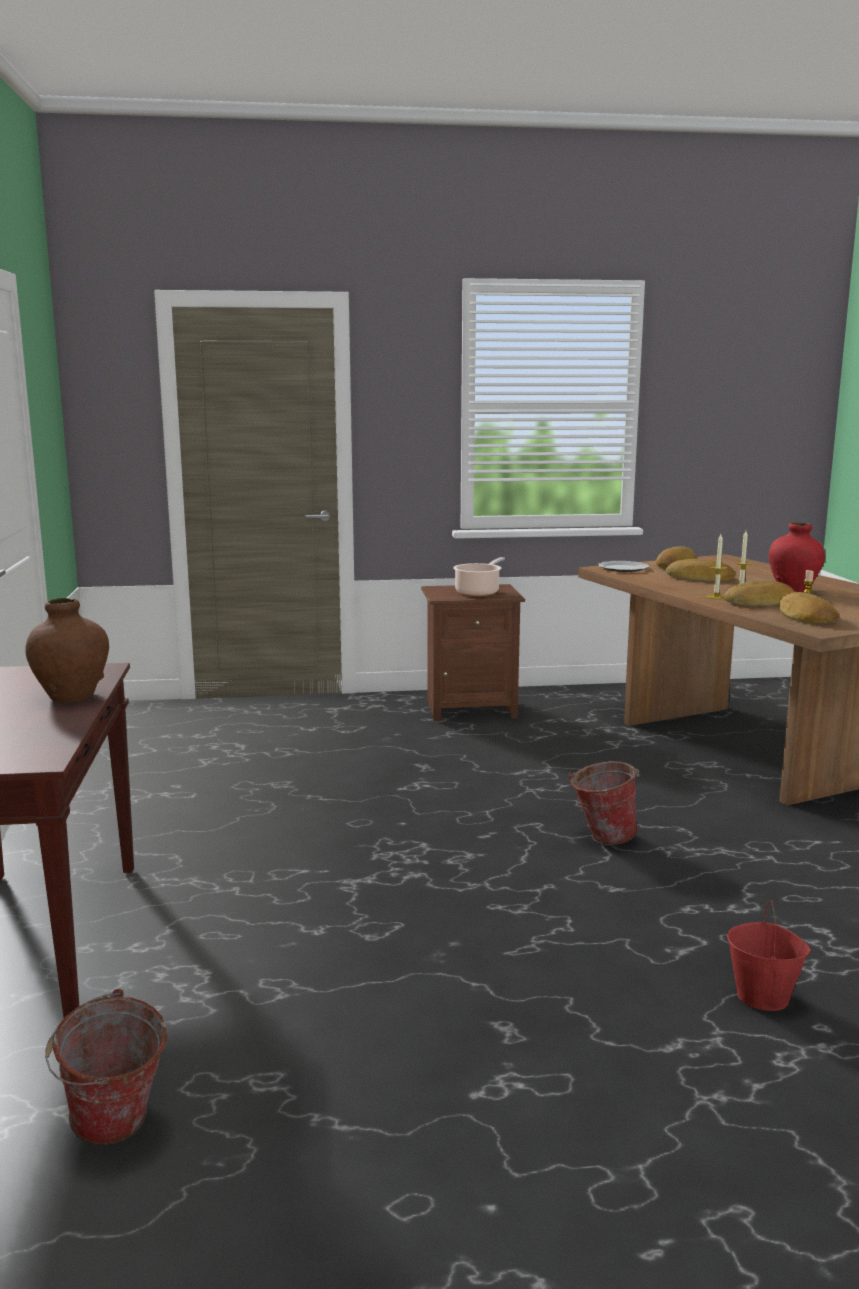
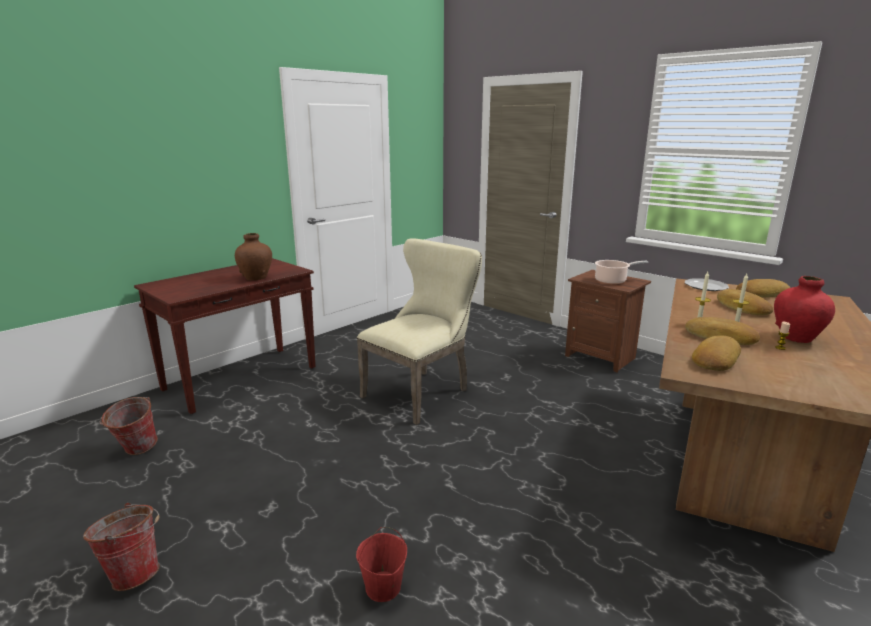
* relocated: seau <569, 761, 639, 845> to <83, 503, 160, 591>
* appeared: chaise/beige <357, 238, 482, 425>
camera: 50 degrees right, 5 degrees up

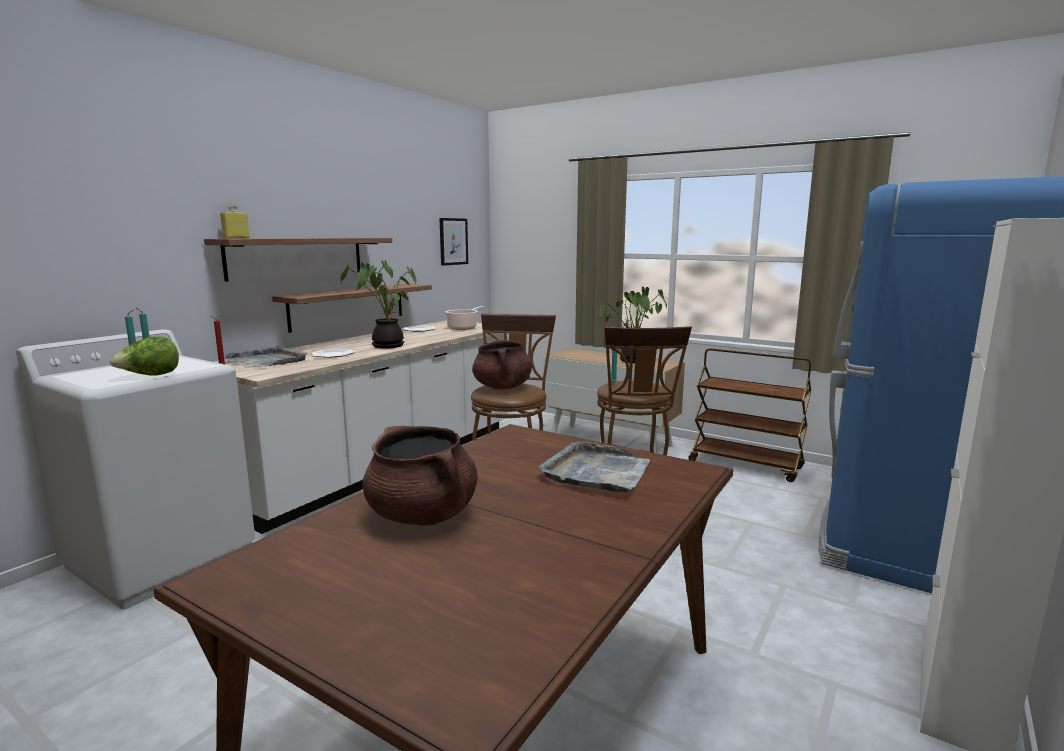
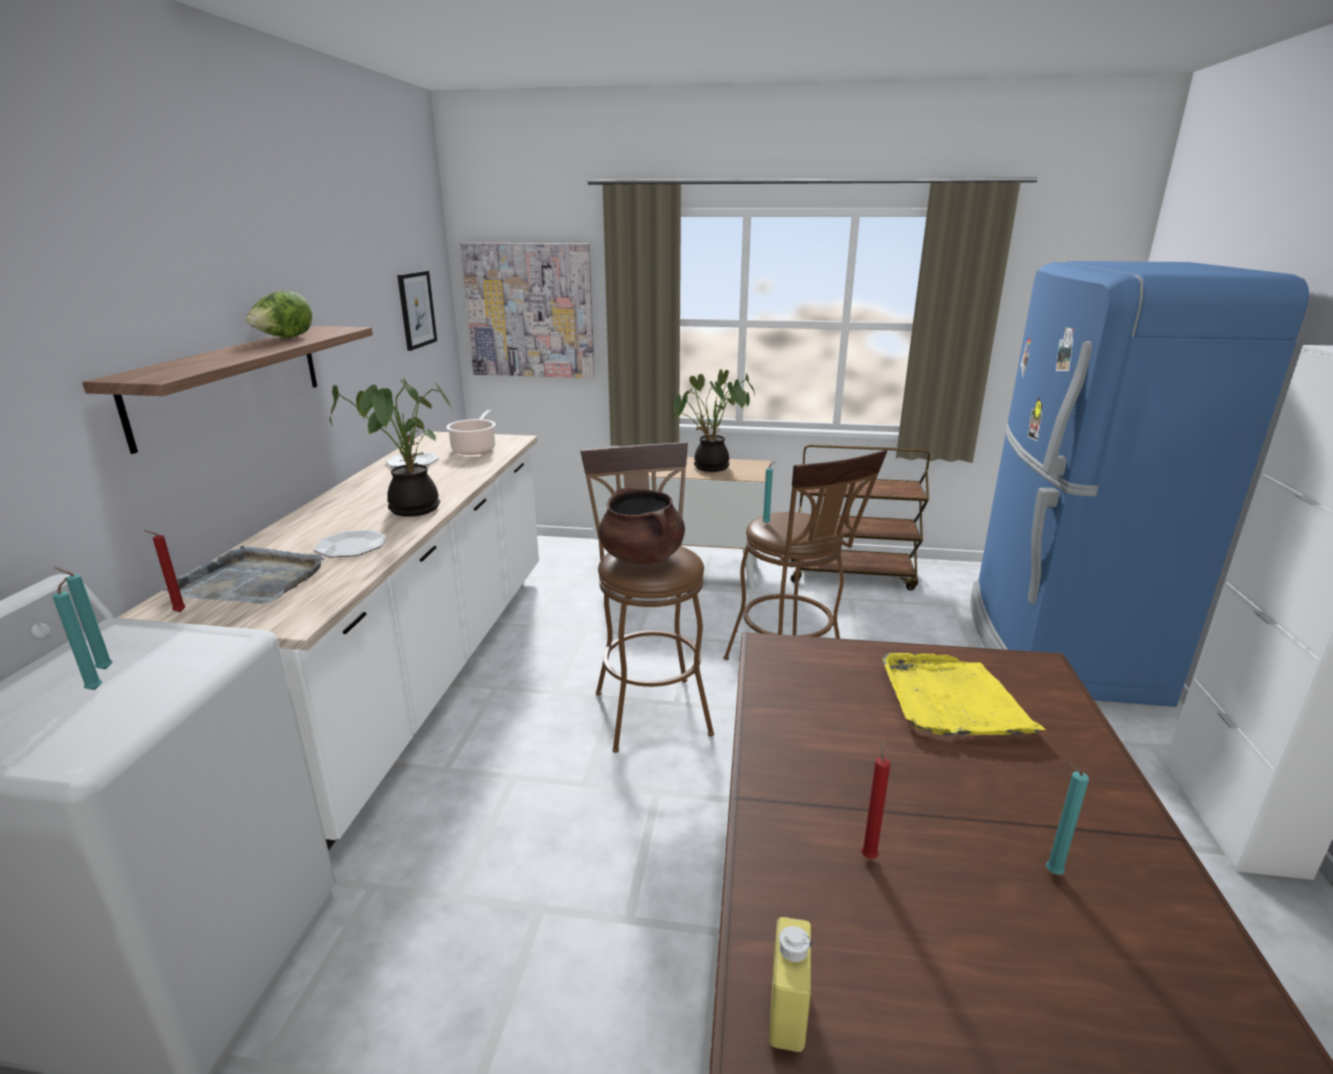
* relocated: bouteille/jaune <220, 205, 250, 238> to <769, 917, 812, 1052>
* missing: étagère <272, 284, 432, 333>
* relocated: laitue <109, 336, 179, 376> to <246, 290, 312, 338>
* exchanged: marmite/marron <363, 426, 478, 526> to bougie/rouge <861, 741, 890, 859>
* colour: plateau/gris <539, 441, 650, 492> to plateau/jaune <882, 653, 1046, 735>
* appeared: tableau <460, 243, 595, 378>
* appeared: bougie/turquoise <1046, 763, 1089, 875>
camera: 25 degrees left, 10 degrees up

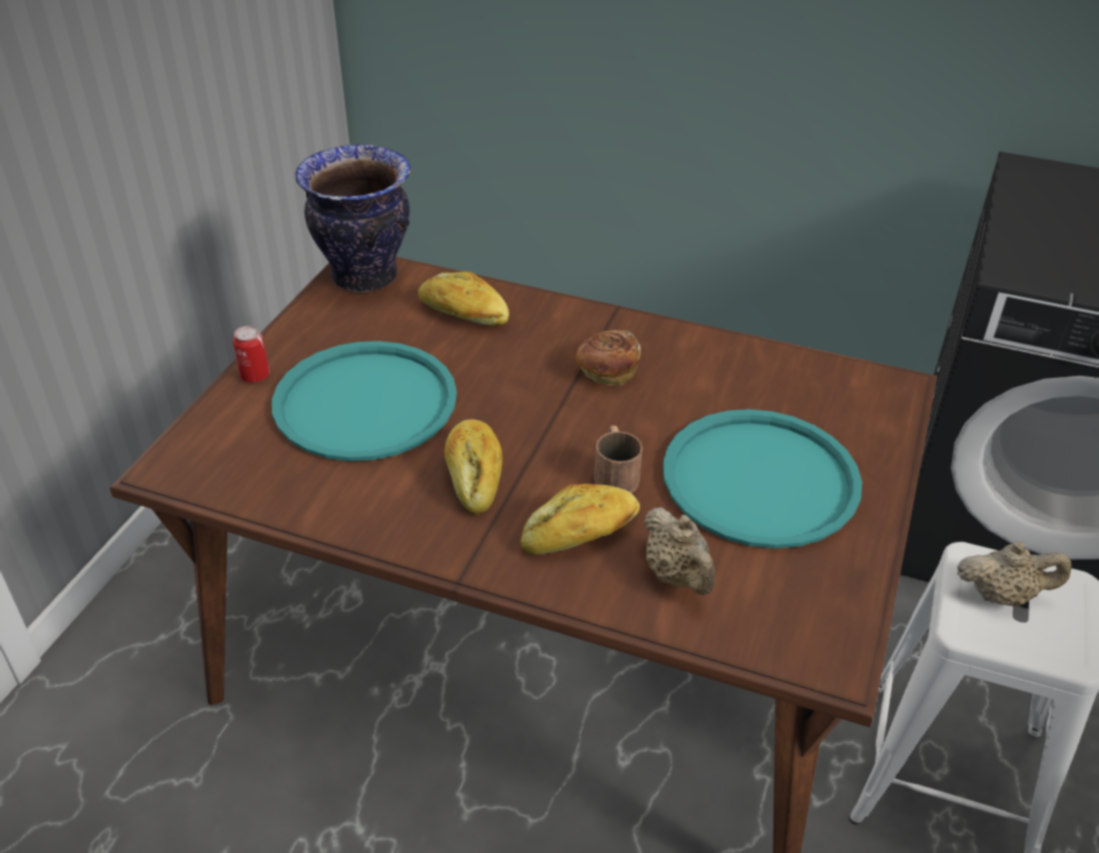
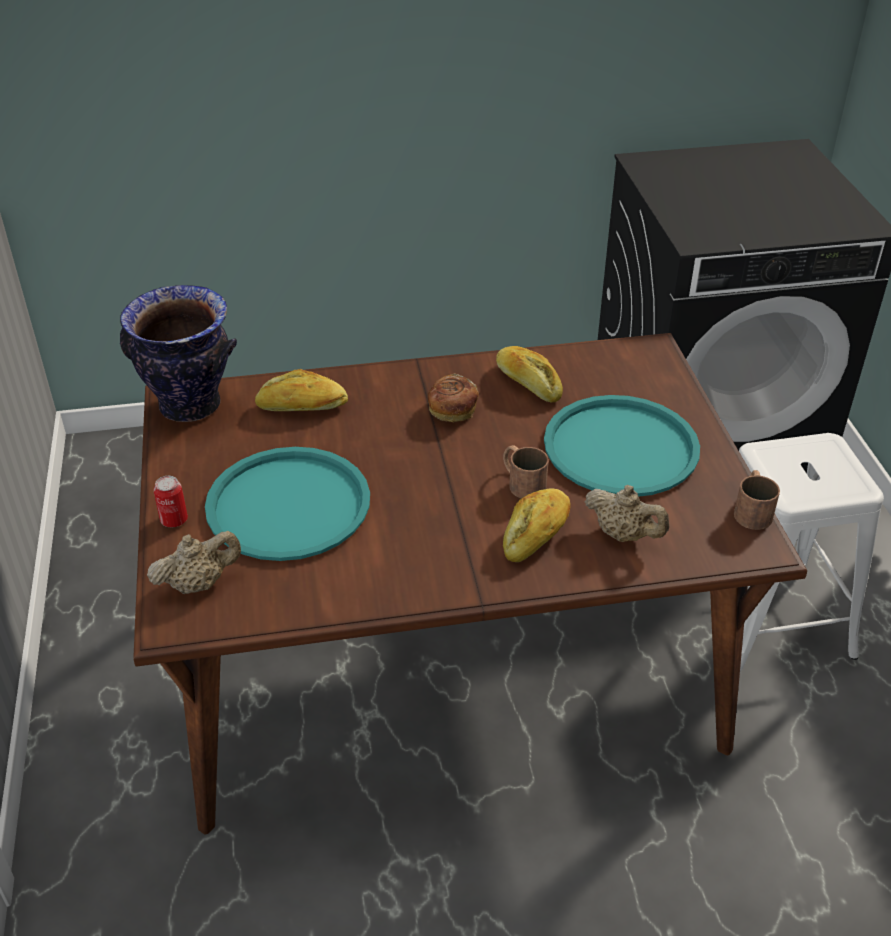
* relocated: pain <444, 419, 502, 514> to <496, 346, 563, 402>
* relocated: théière/beige <957, 541, 1071, 607> to <147, 531, 241, 594>
* appeared: mug/marron <734, 470, 780, 530>
camera: 30 degrees left, 0 degrees up

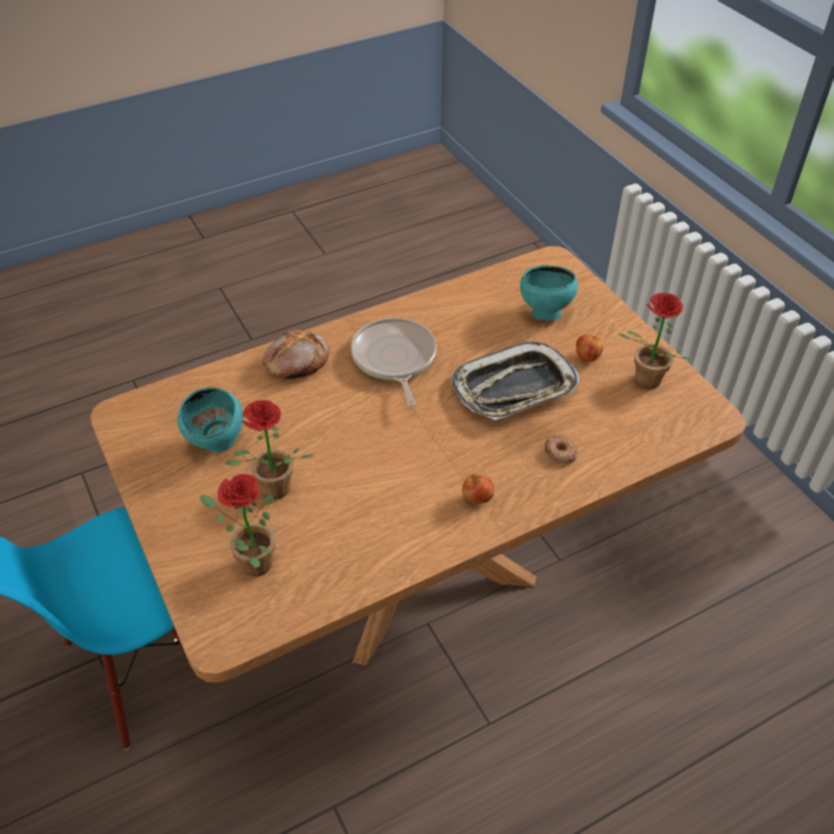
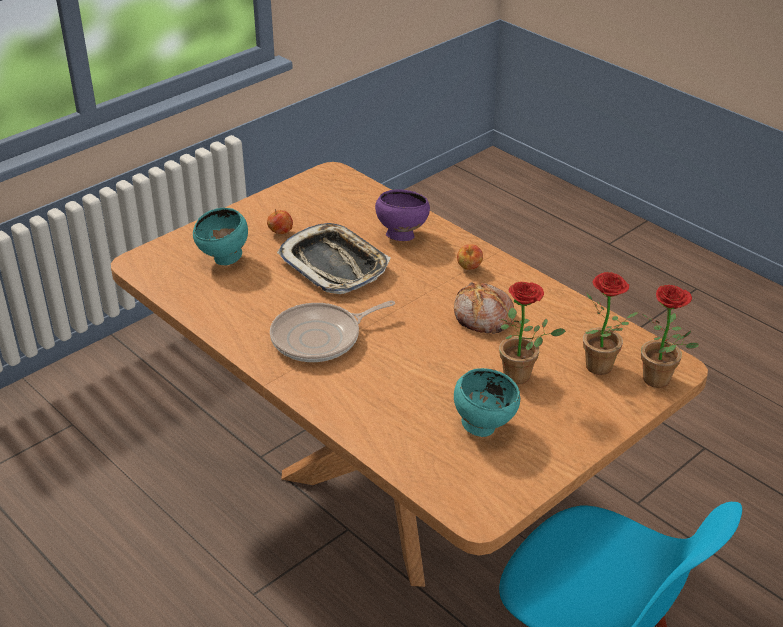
* relocated: plante en pot <618, 293, 693, 389> to <641, 285, 699, 388>
* relocated: pain <263, 330, 330, 379> to <454, 282, 514, 334>
* exchanged: beignet <545, 435, 577, 464> to bol/violet <375, 189, 430, 241>
camera: 105 degrees left, 10 degrees down

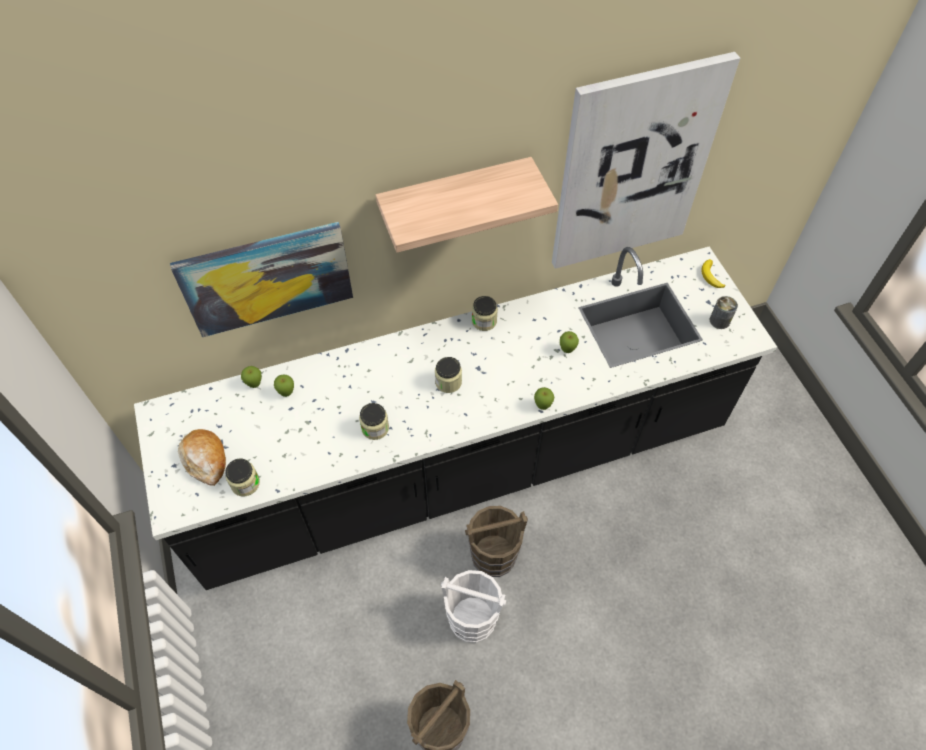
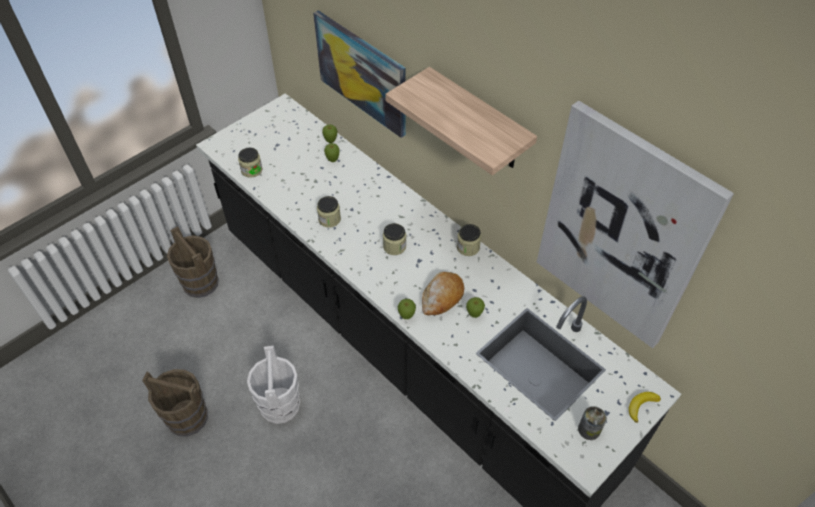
* relocated: pain <178, 429, 226, 486> to <422, 272, 464, 315>
* relocated: seau/marron <465, 506, 528, 577> to <167, 226, 219, 298>
camera: 65 degrees right, 5 degrees down

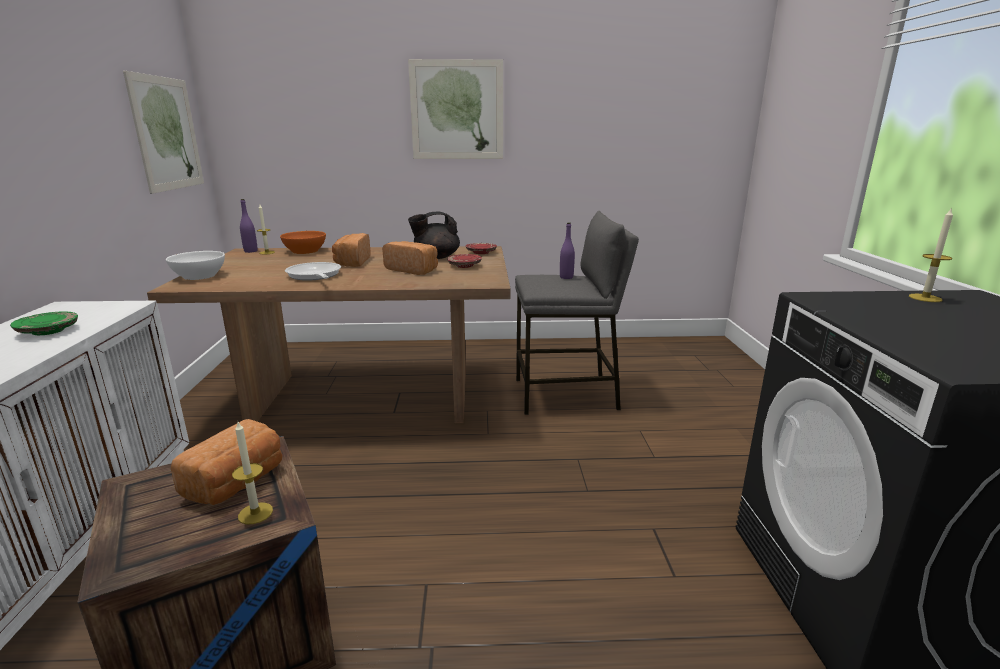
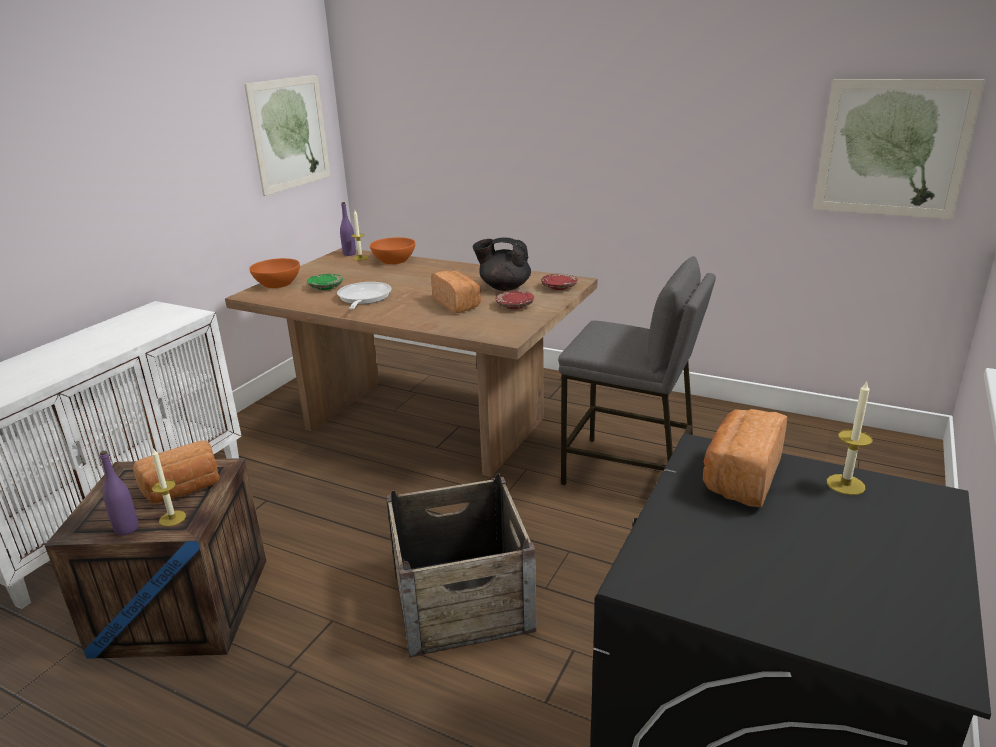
* relocated: tableau <408, 59, 503, 159> to <813, 79, 985, 219>
* relocated: bouteille/violet <560, 223, 575, 279> to <100, 450, 138, 535>
* relocated: pain <332, 233, 370, 267> to <703, 409, 787, 508>
* colour: bol/blanc <166, 251, 225, 280> to bol/orange <249, 258, 300, 288>
* relocated: assiette/vert <10, 312, 78, 335> to <307, 274, 343, 290>
* appeared: caisse <386, 473, 537, 658>
camera: 30 degrees right, 5 degrees up

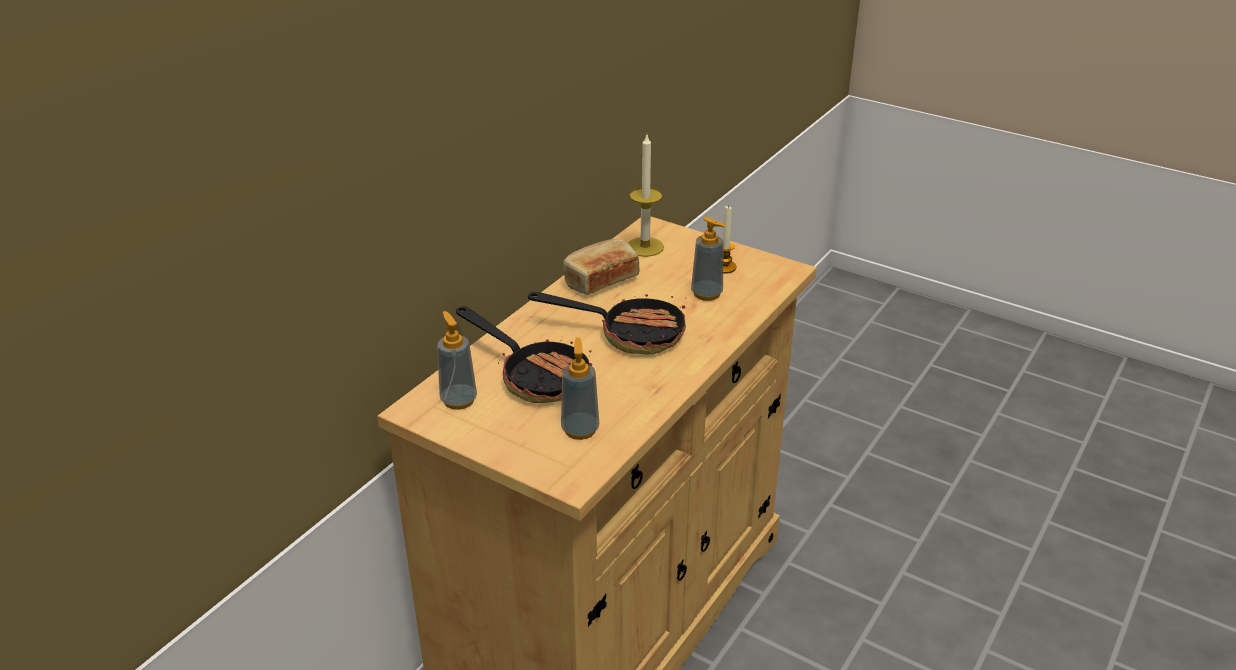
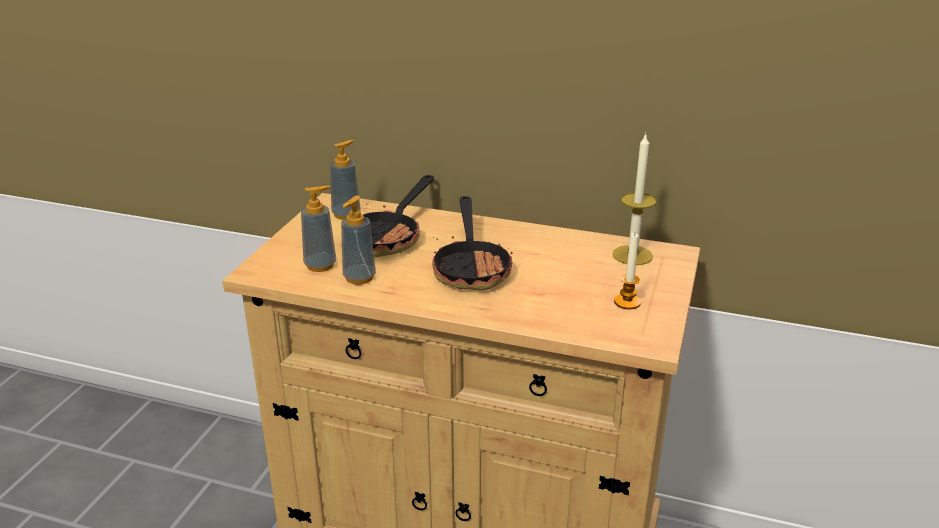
* relocated: distributeur de savon <691, 217, 726, 301> to <341, 196, 376, 285>
* missing: pain <563, 239, 639, 295>
camera: 75 degrees right, 5 degrees down

